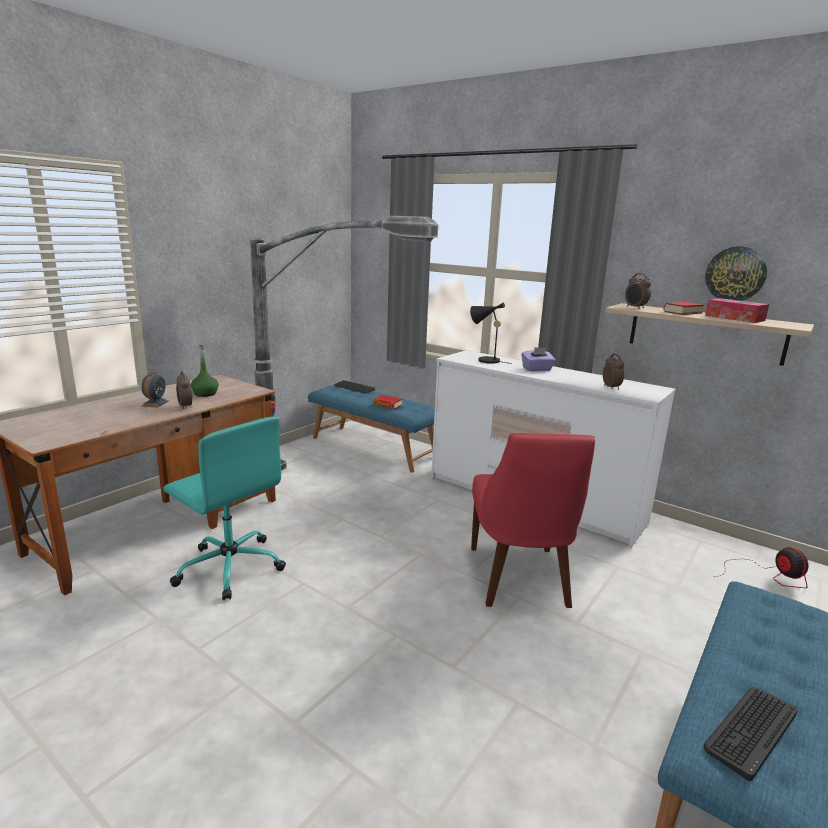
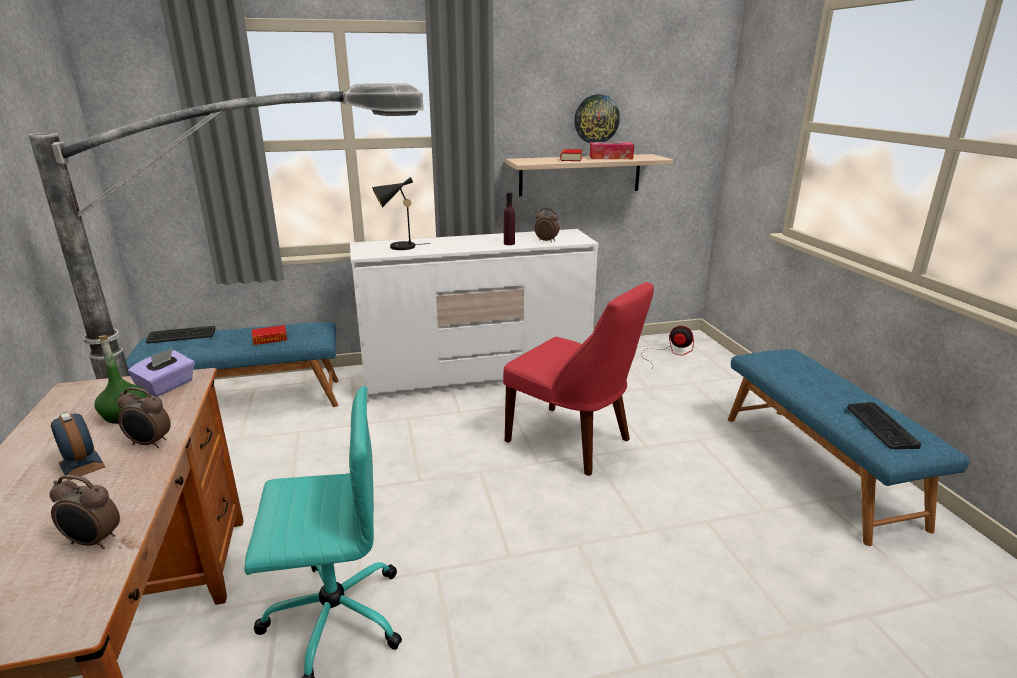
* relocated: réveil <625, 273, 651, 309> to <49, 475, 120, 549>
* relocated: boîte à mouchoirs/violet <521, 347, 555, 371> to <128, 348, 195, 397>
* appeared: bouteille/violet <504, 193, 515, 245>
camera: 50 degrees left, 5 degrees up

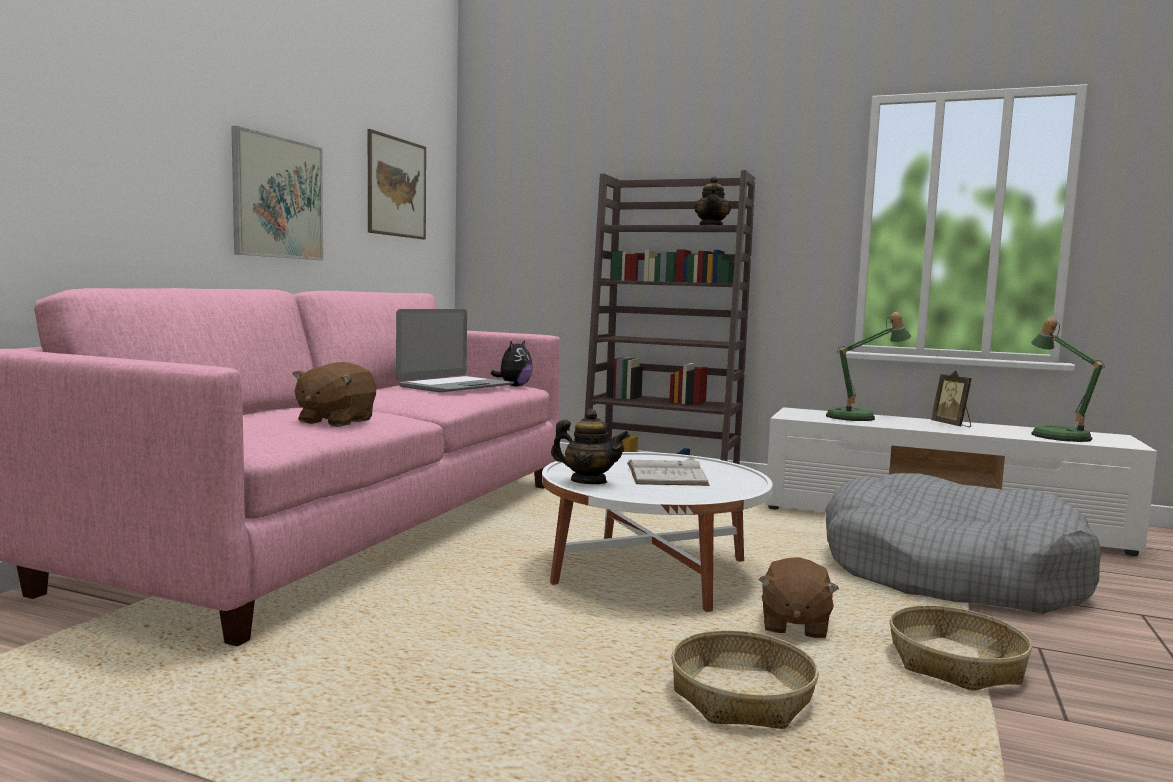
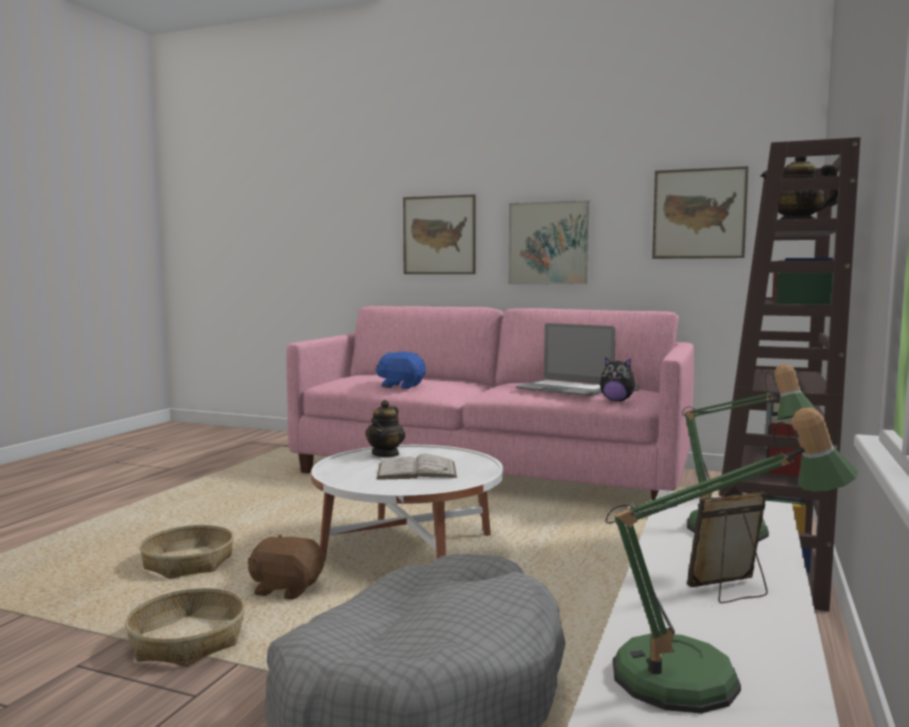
* colour: peluche/marron <292, 362, 376, 427> to peluche/bleu <376, 352, 426, 389>
* appeared: tableau <403, 194, 476, 274>
camera: 90 degrees right, 0 degrees up

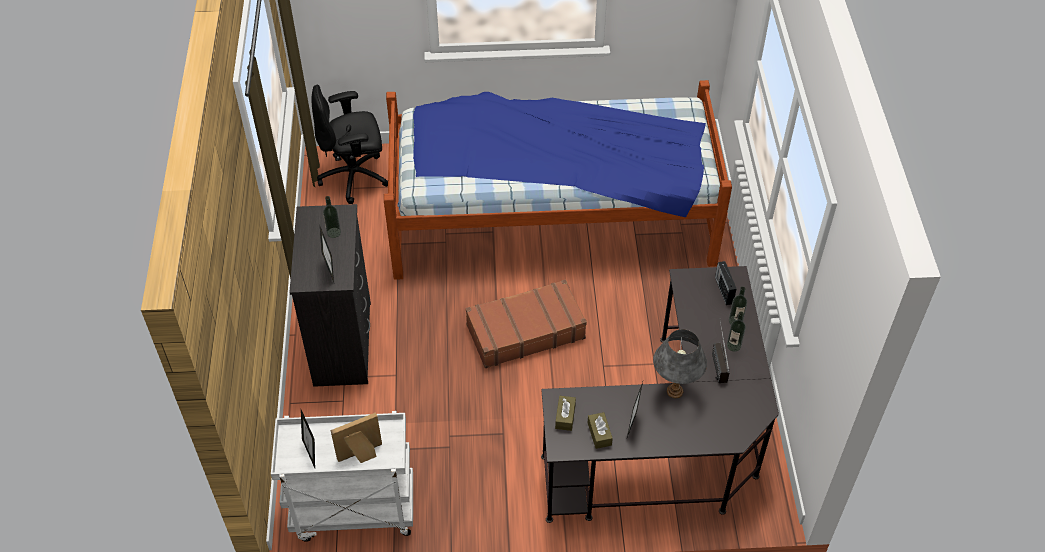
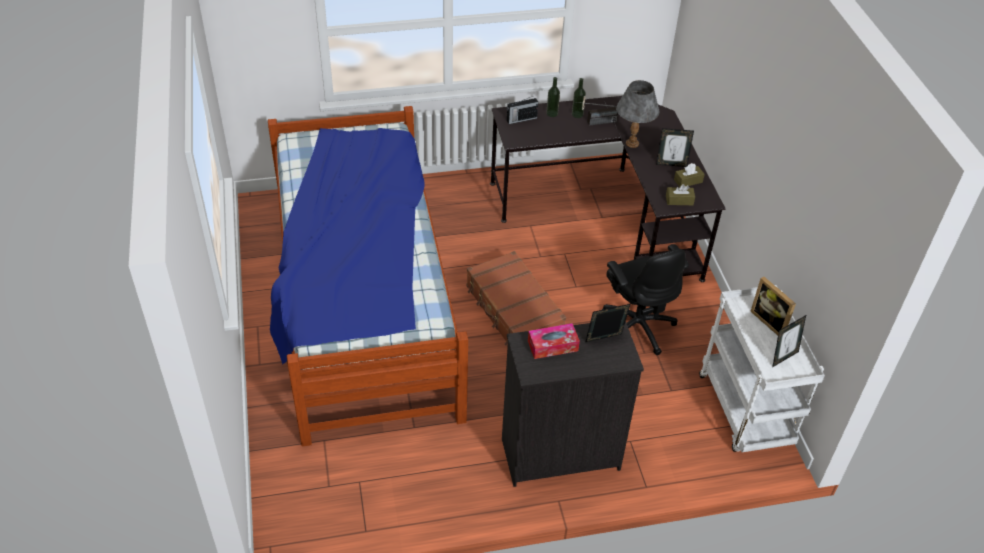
* relocated: chaise de bureau/noir <311, 85, 388, 204> to <602, 244, 689, 355>
* exchanged: bouteille <323, 196, 341, 238> to boîte à mouchoirs <528, 323, 580, 359>
camera: 100 degrees left, 5 degrees down

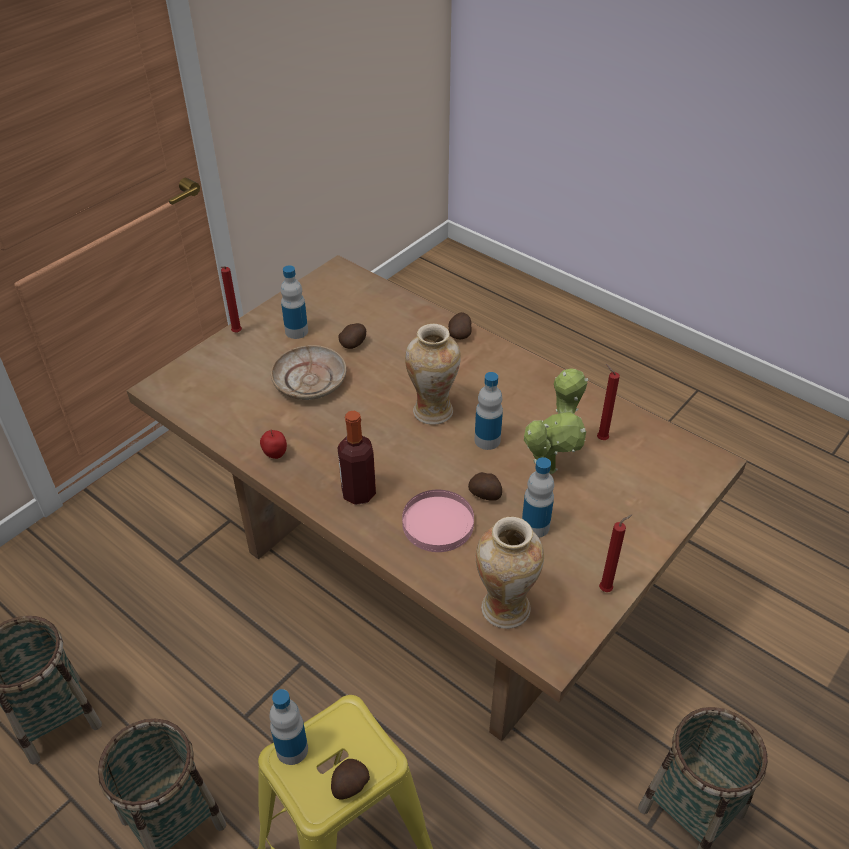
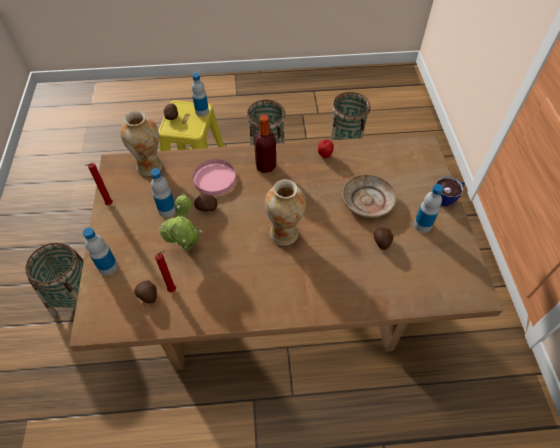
* exchanged: bougie/rouge <221, 266, 242, 333> to tasse <436, 176, 464, 206>
* relocated: pomme de terre <448, 312, 472, 339> to <134, 280, 157, 304>
* relocated: bouteille <475, 372, 503, 450> to <83, 227, 118, 275>
camera: 135 degrees right, 10 degrees up

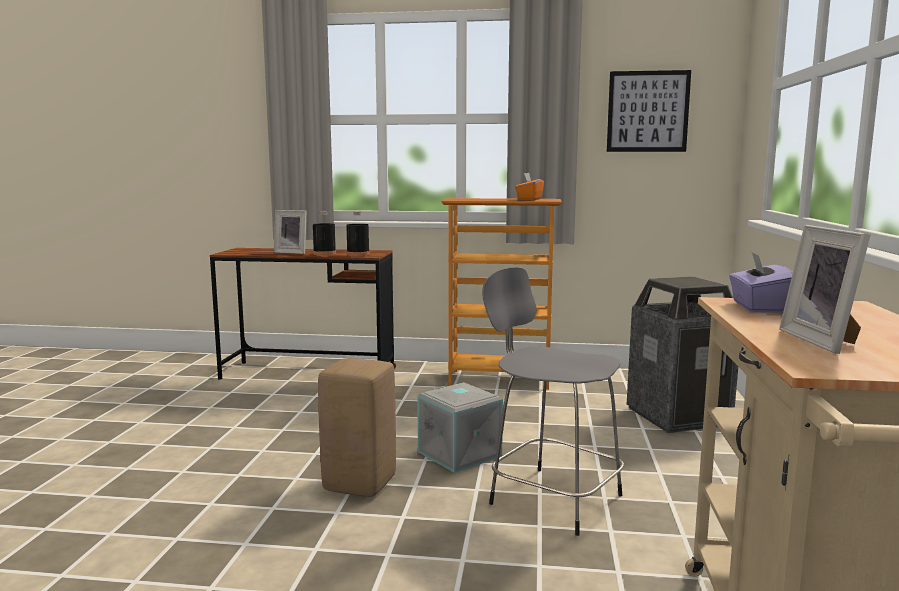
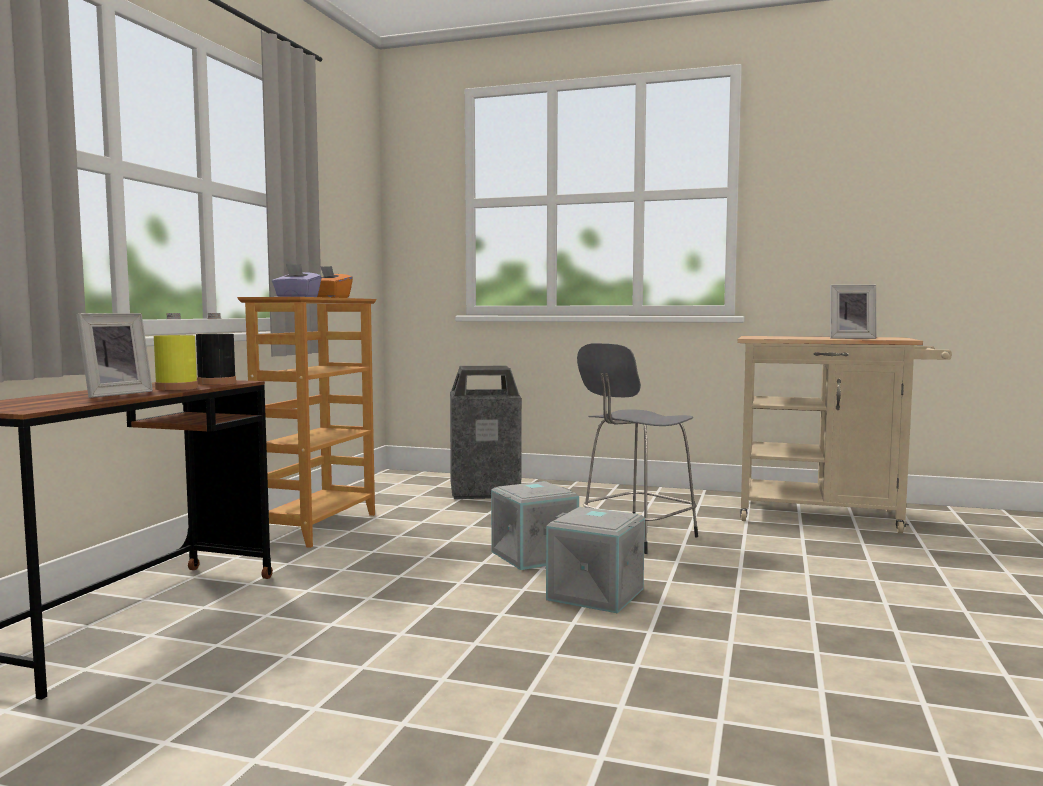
* missing: tableau <607, 70, 691, 152>
* colour: bouteille/noir <313, 211, 336, 256> to bouteille/jaune <154, 313, 198, 390>
* relocated: boîte à mouchoirs/violet <729, 252, 793, 313> to <272, 264, 322, 297>
* exchanged: tabouret/beige <318, 358, 396, 497> to boîte de rangement/gris <546, 507, 645, 614>
camera: 80 degrees left, 5 degrees down

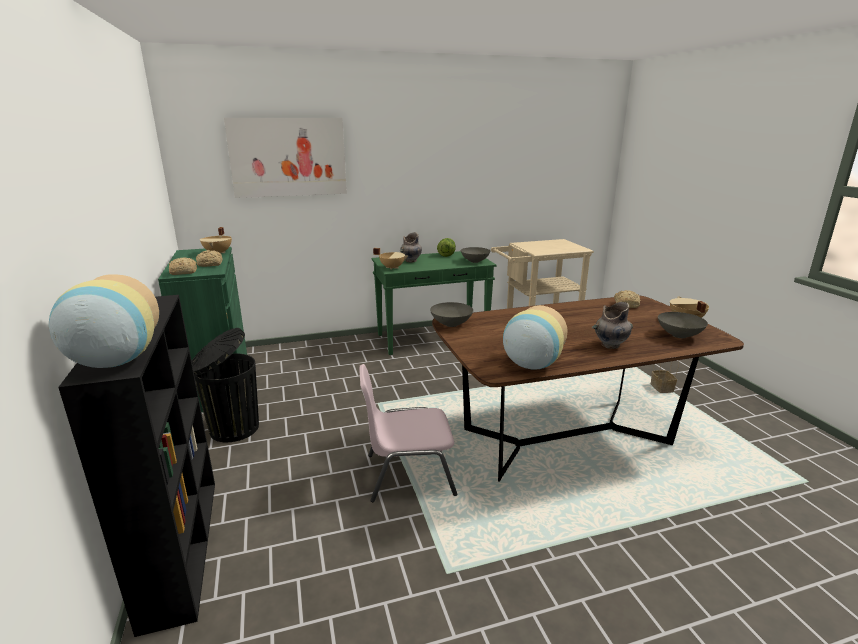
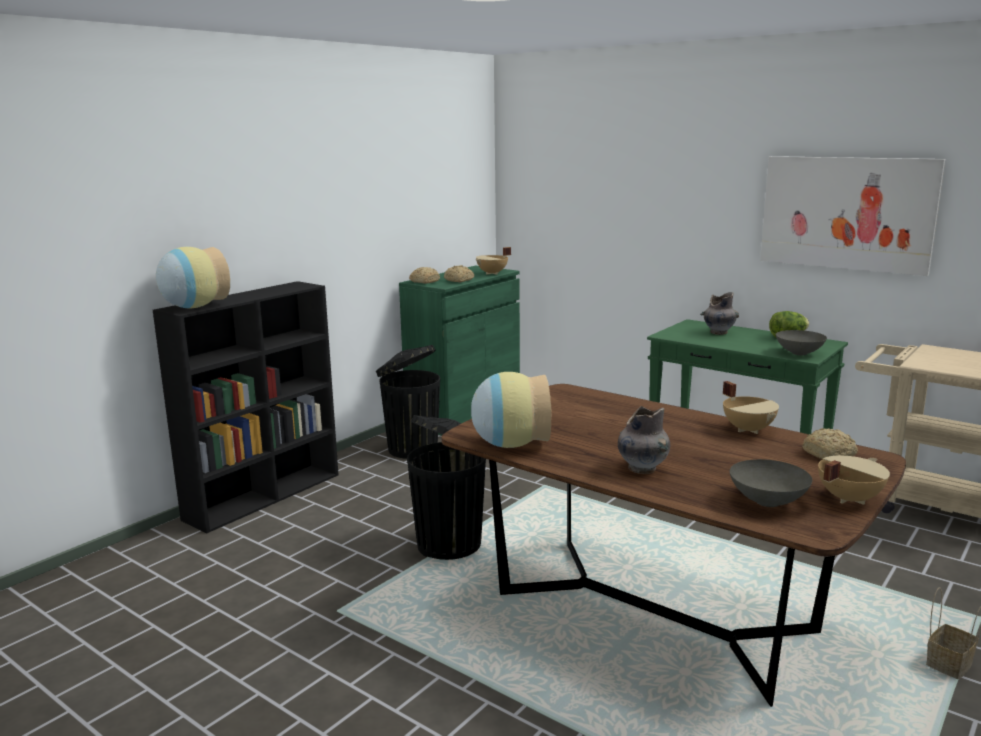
* relocated: tableau <224, 118, 347, 198> to <760, 156, 945, 276>
* relocated: marmite/beige <373, 248, 408, 270> to <723, 381, 779, 434>
* missing: bol/gris <430, 302, 473, 327>
* exchanged: chaise/rose <360, 364, 457, 502> to poubelle/noir <407, 415, 486, 560>
camera: 55 degrees right, 5 degrees down

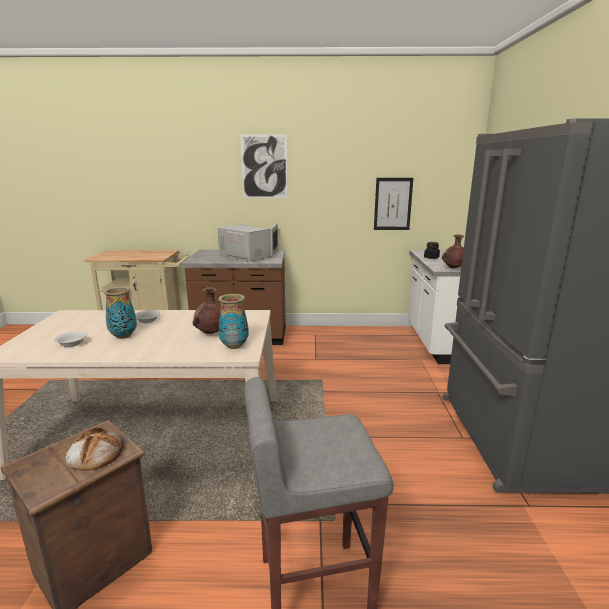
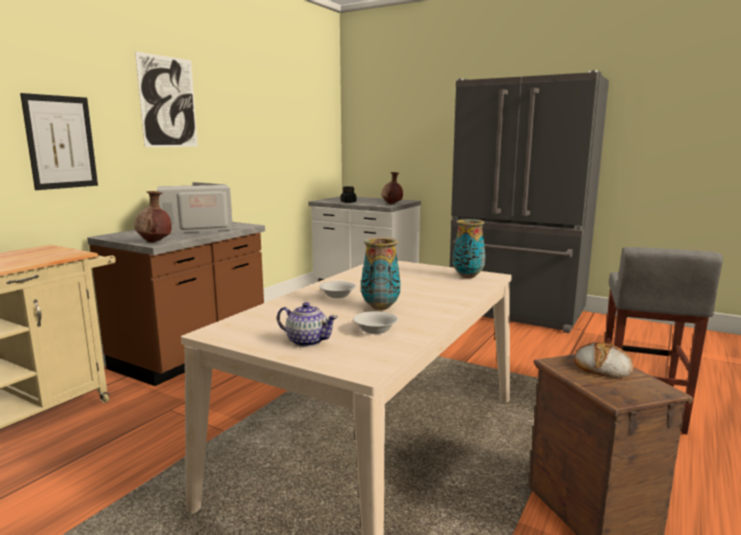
* relocated: tableau <374, 178, 413, 230> to <20, 93, 98, 190>
* relocated: vase/marron <193, 287, 221, 334> to <134, 191, 172, 243>
* appeared: théière <277, 302, 338, 347>
camera: 60 degrees left, 5 degrees down

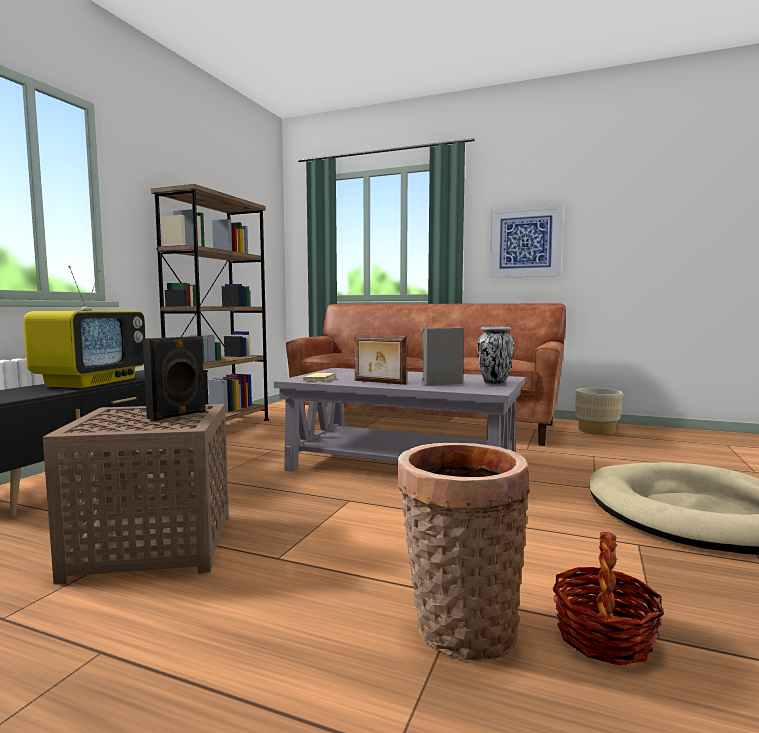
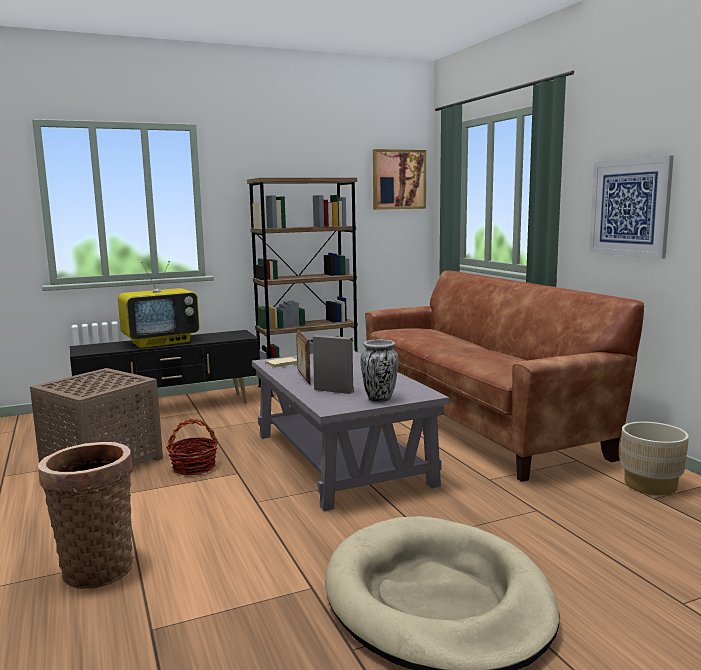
* missing: enceinte/noir <143, 336, 206, 421>
* relocated: panier <553, 532, 664, 666> to <166, 418, 218, 475>
* appeared: tableau <373, 149, 426, 210>
camera: 45 degrees right, 5 degrees up

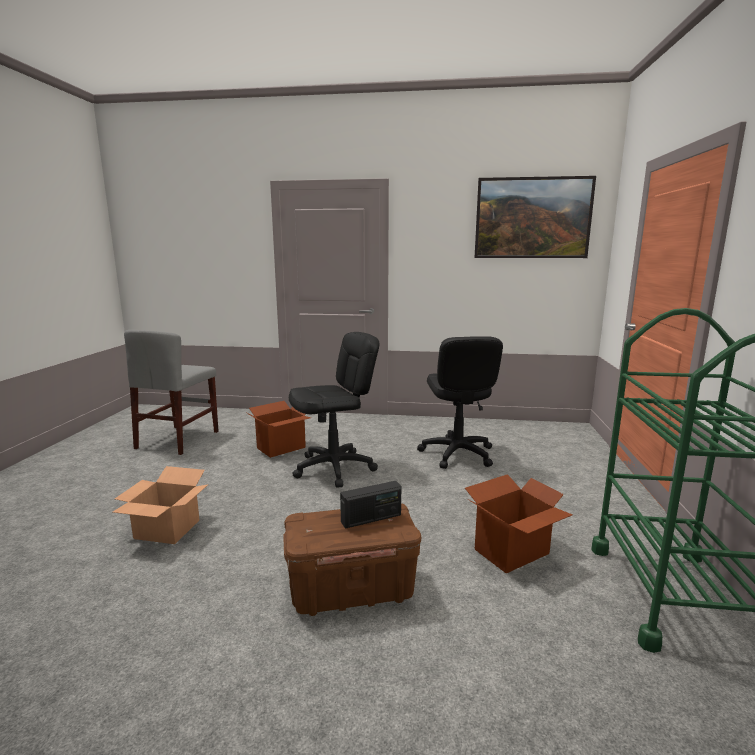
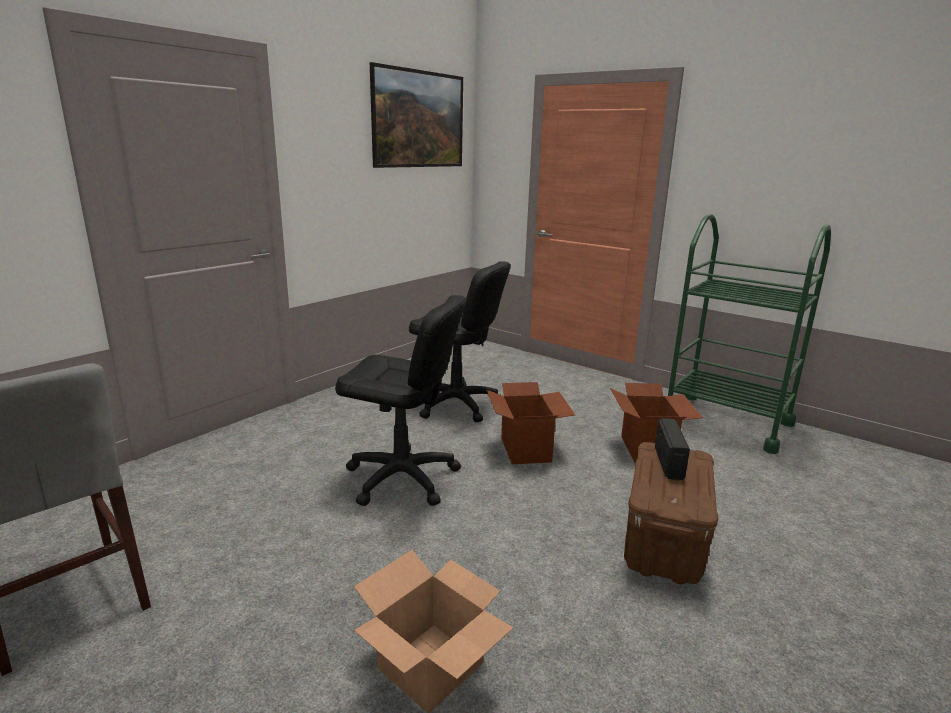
* spun: chaise de bureau/noir <289, 332, 379, 488> = <335, 295, 466, 506> 105 degrees clockwise
* relocated: carton <247, 401, 311, 458> to <486, 382, 575, 464>
camera: 60 degrees left, 5 degrees up

